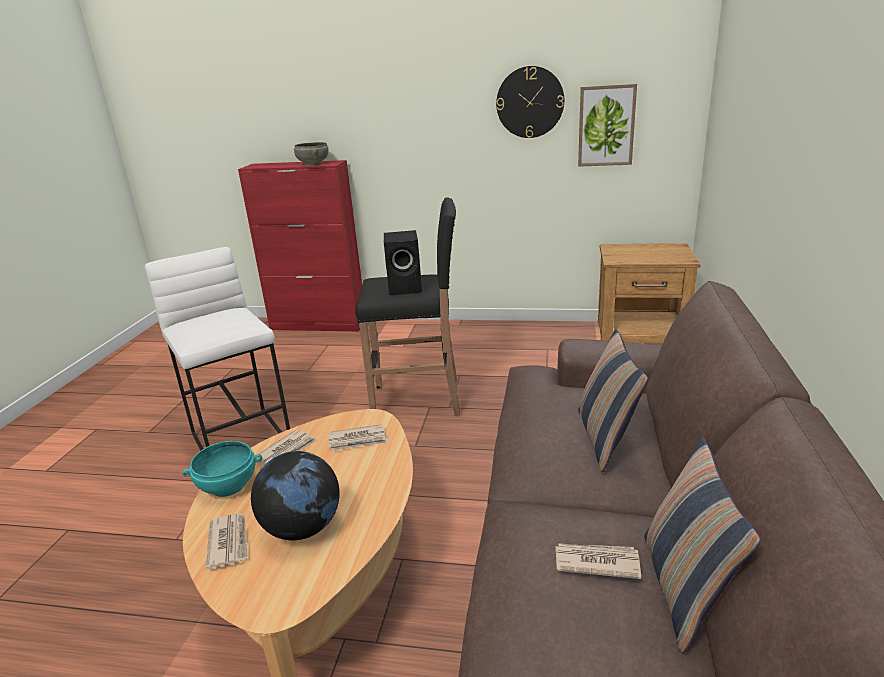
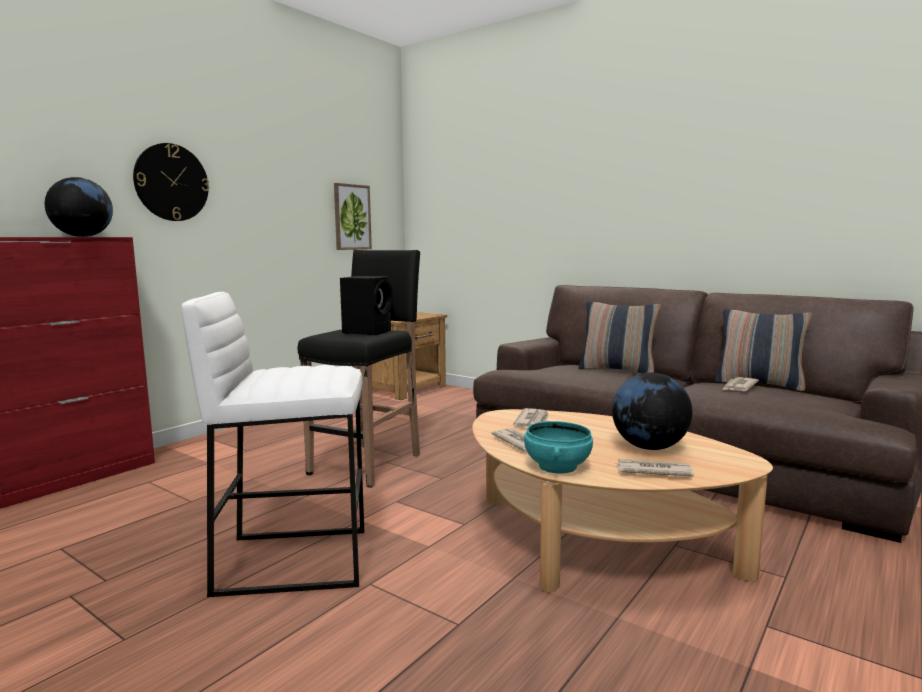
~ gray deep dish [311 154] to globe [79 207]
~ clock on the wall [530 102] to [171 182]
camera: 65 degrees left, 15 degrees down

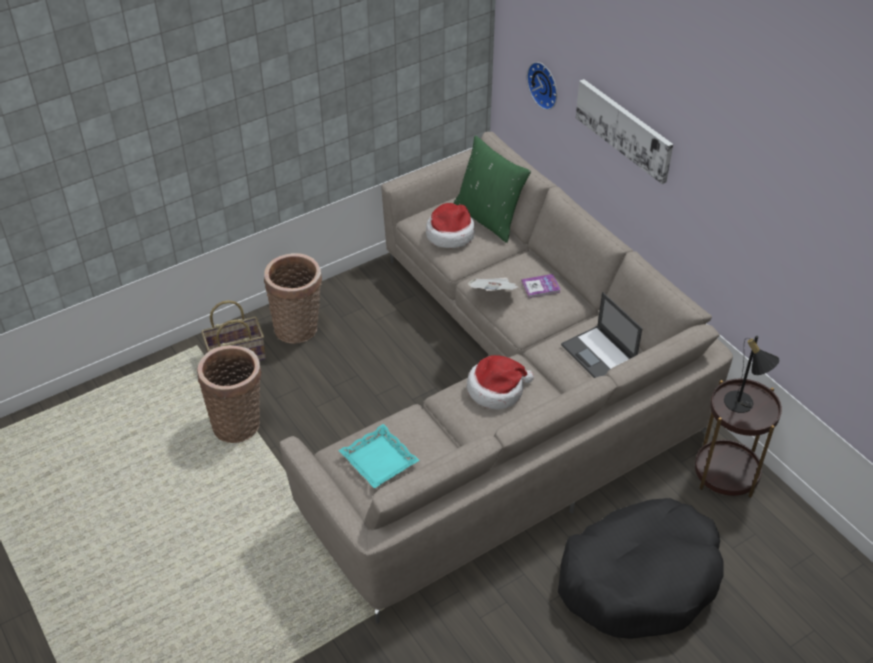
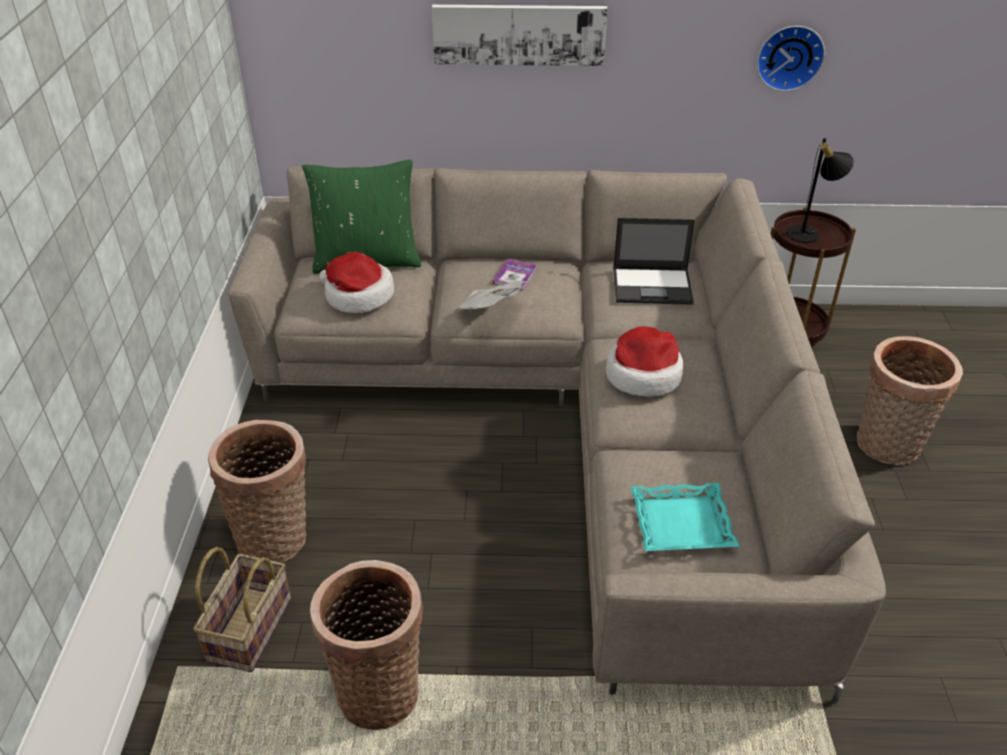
~ clock on the wall [542 86] to [791 58]
~ black pet bed [640 568] to household basket [909 400]
camera: 55 degrees left, 5 degrees down

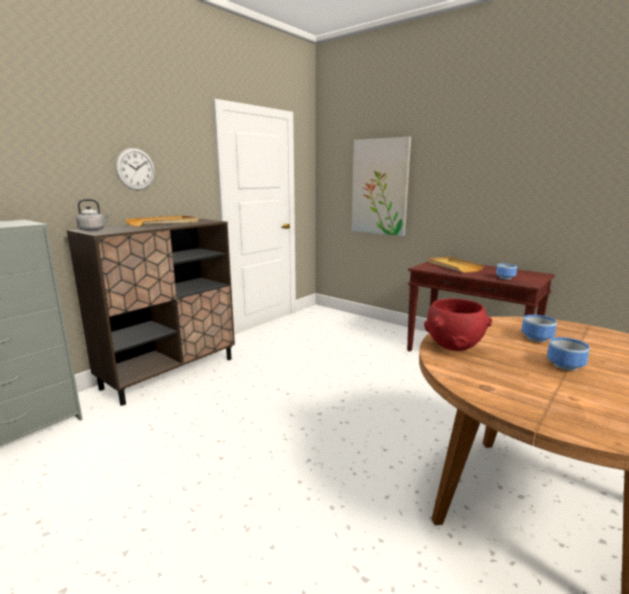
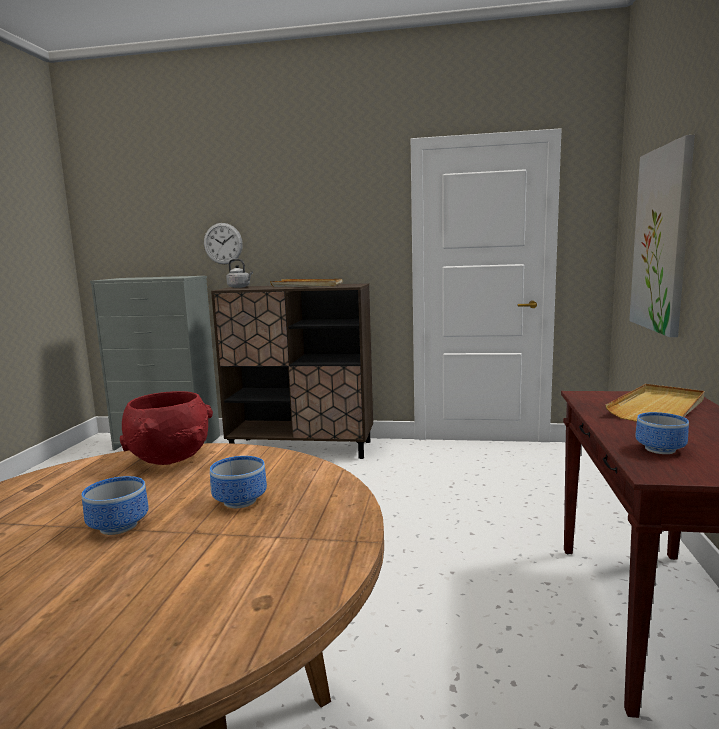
~ clock on the wall [135 169] to [223 243]
camera: 60 degrees right, 5 degrees down

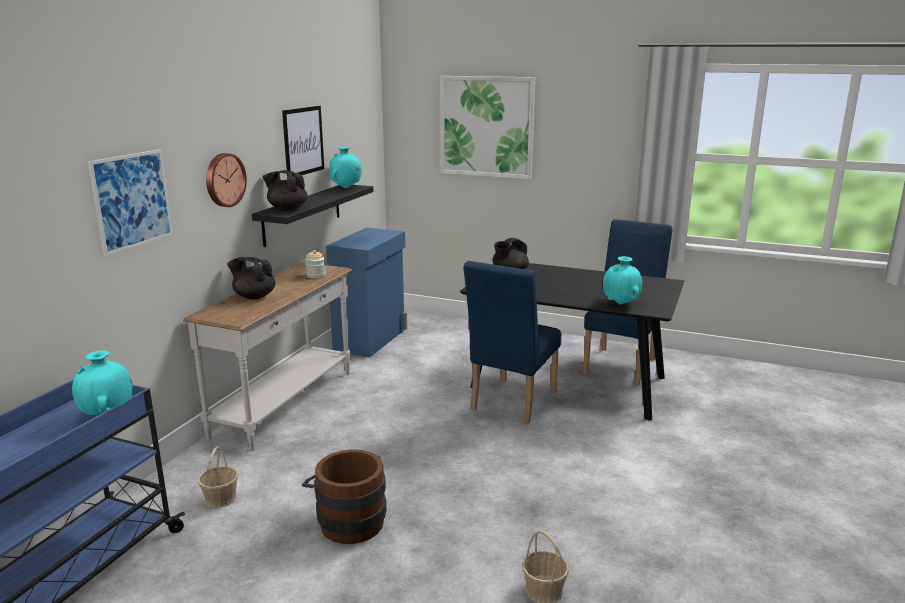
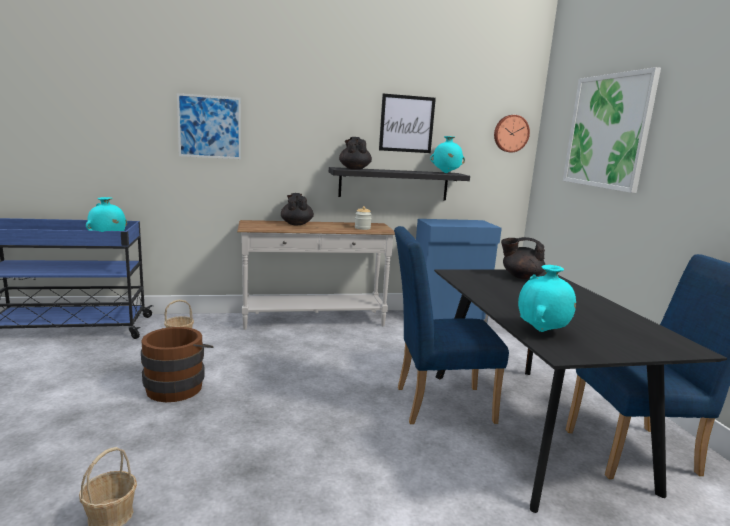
~ clock on the wall [226 180] to [512 133]
camera: 55 degrees right, 5 degrees down

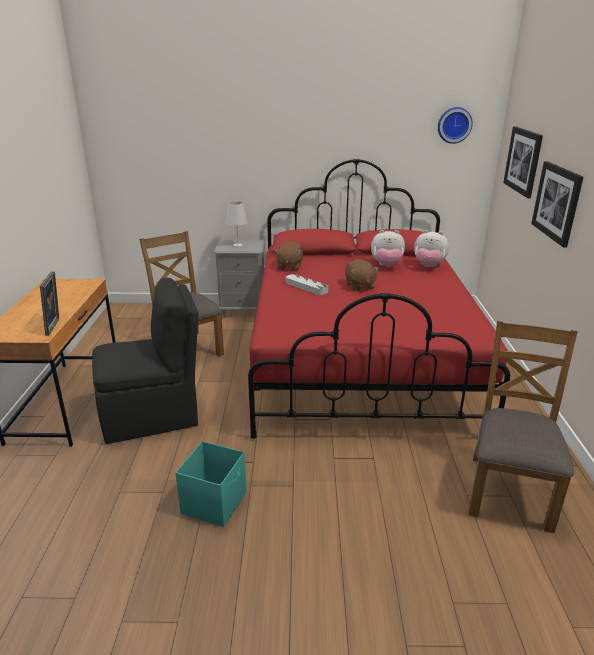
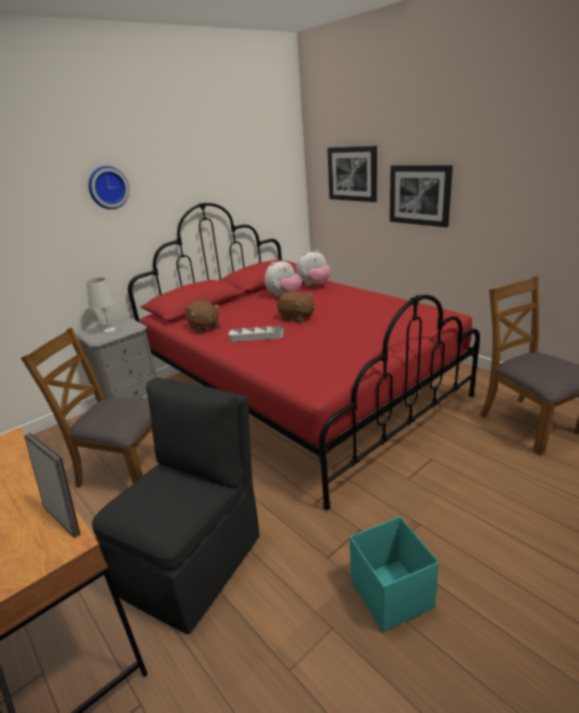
~ clock on the wall [455 125] to [108 187]
camera: 40 degrees left, 0 degrees up

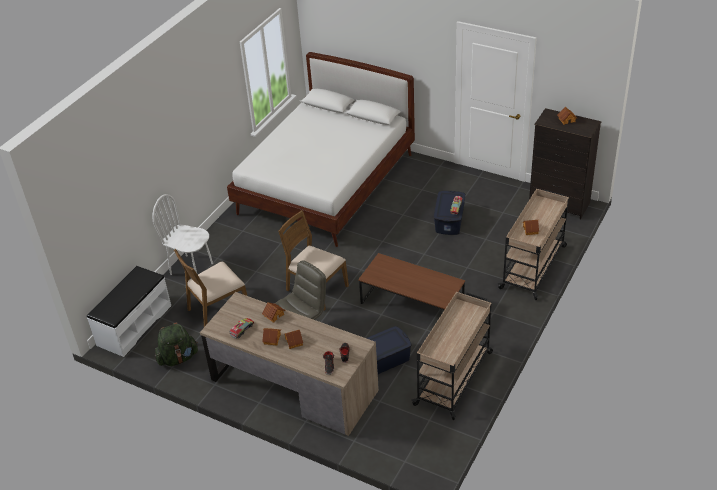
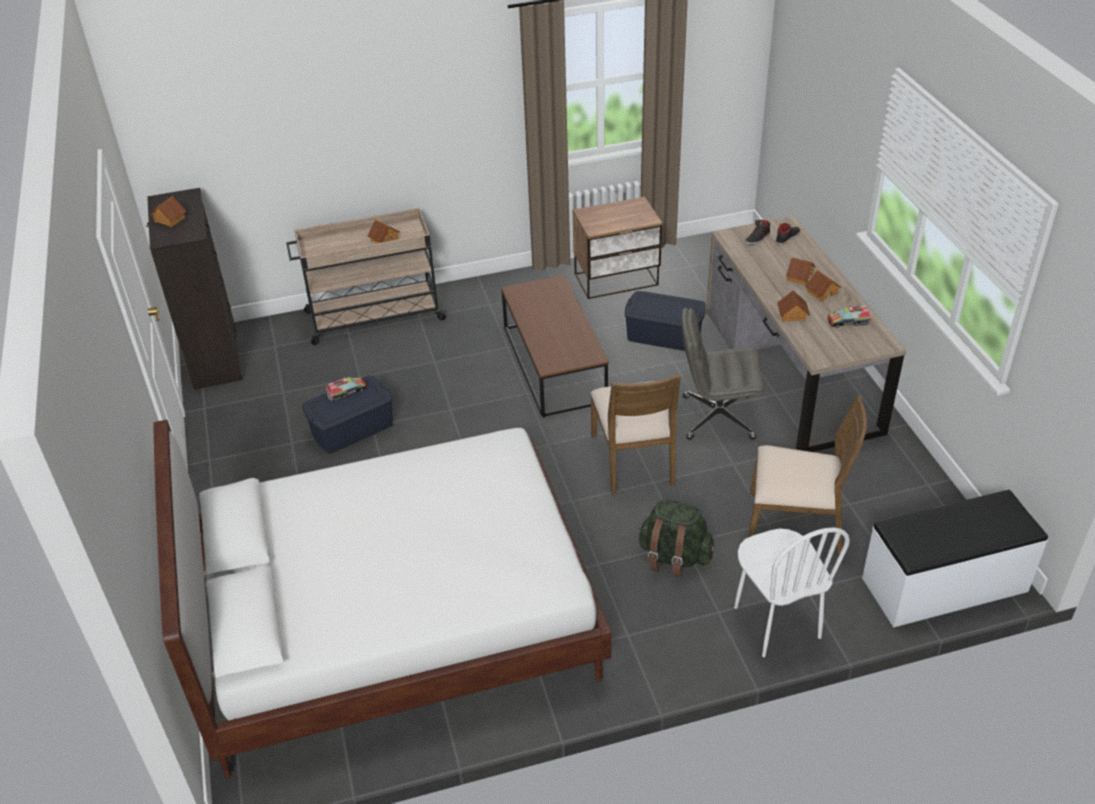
~ green backpack [176 344] to [676 538]
~ beige cart [452 356] to nightstand [617 248]
camera: 135 degrees left, 0 degrees up

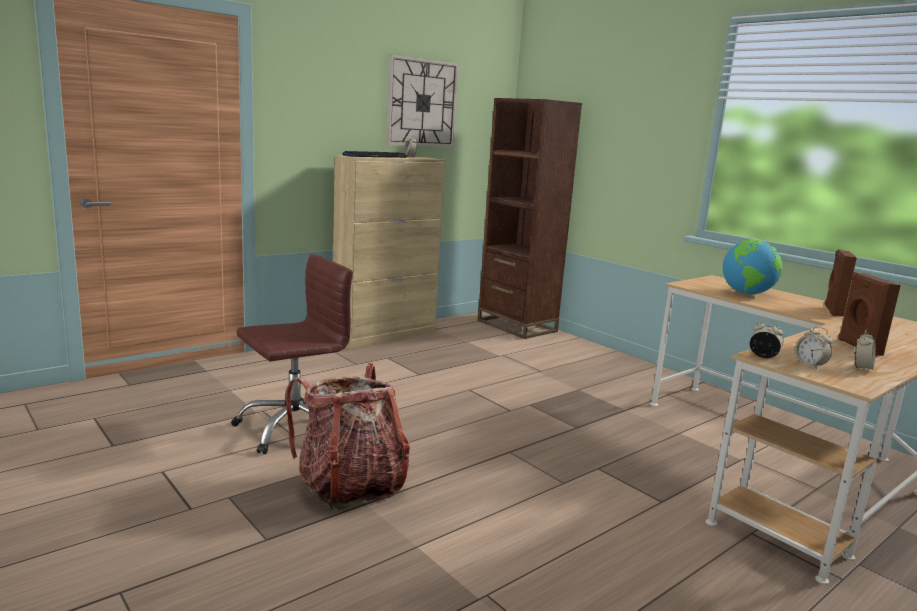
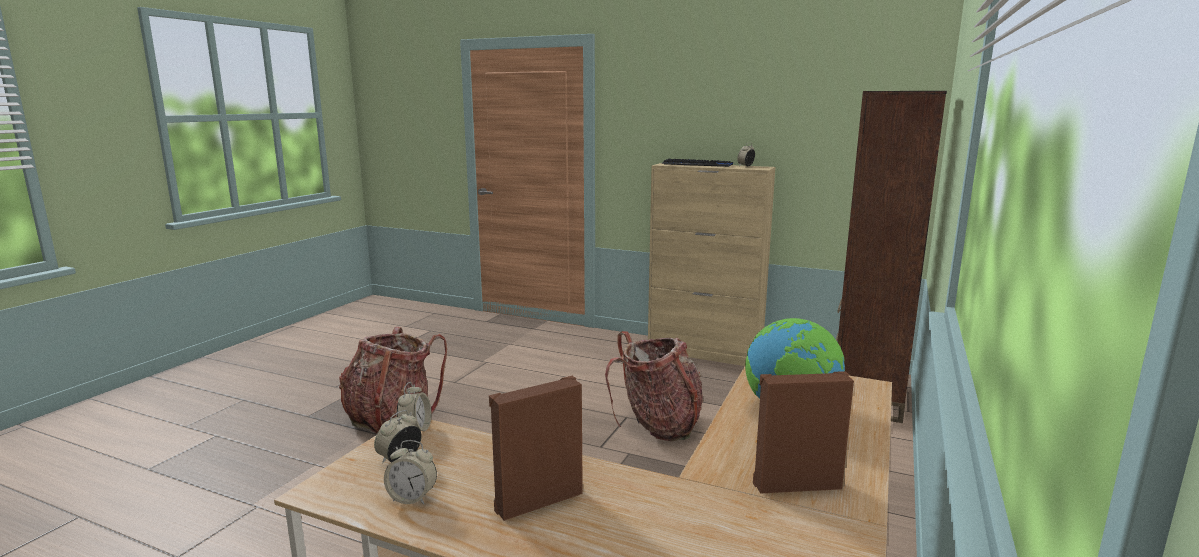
- brown-coloured desk chair [292 354]
- clock on the wall [422 100]
+ backpack [654 386]
camera: 65 degrees right, 0 degrees up

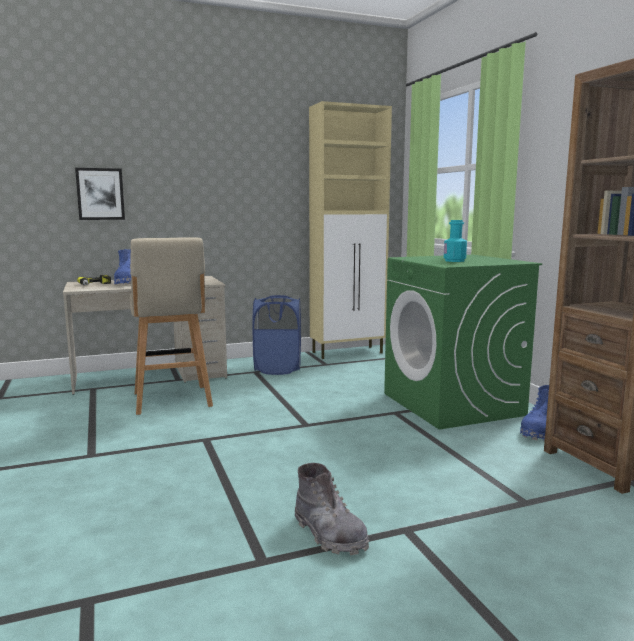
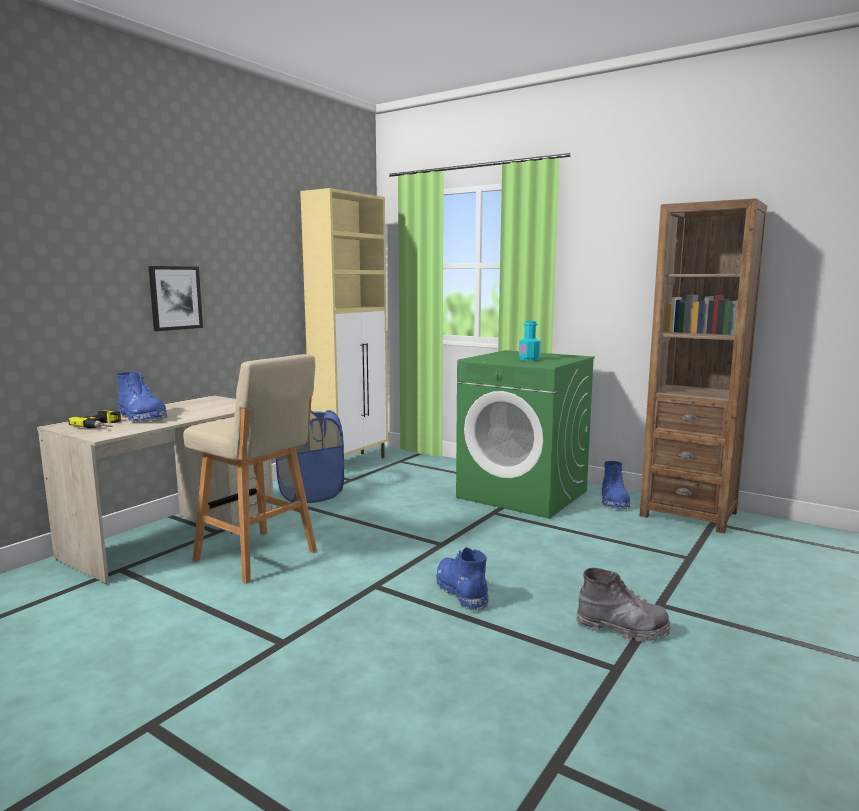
~ wall picture [100 194] to [175 298]
+ blue boot [462 579]
camera: 35 degrees left, 0 degrees up

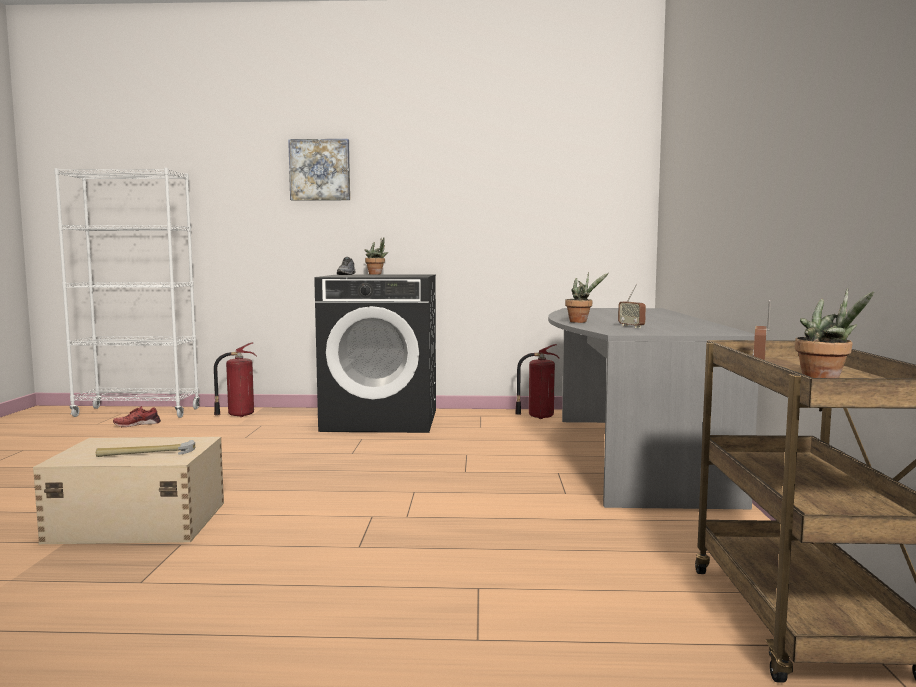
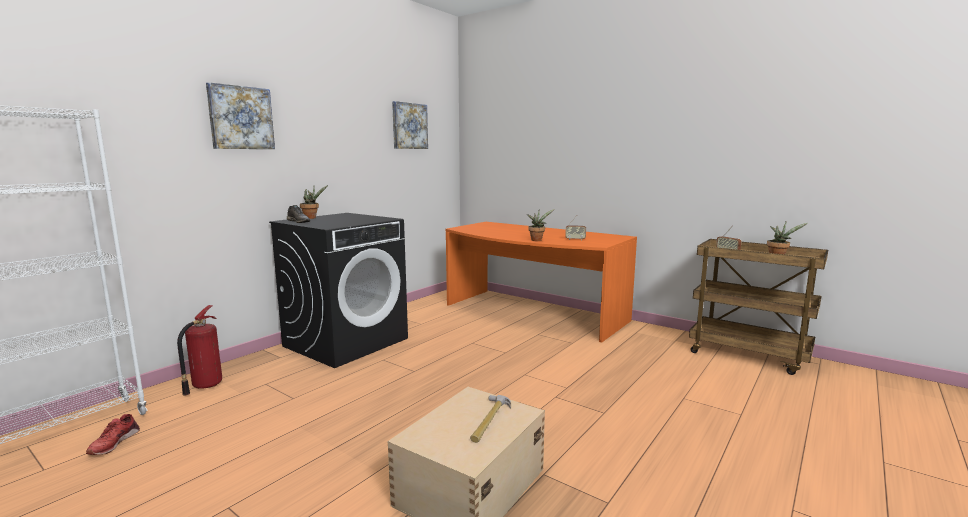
- fire-fighting cylinder [537 381]
~ gray desk unit [653 408] to orange desk unit [541 282]
+ wall picture [410 125]
camera: 55 degrees left, 5 degrees up

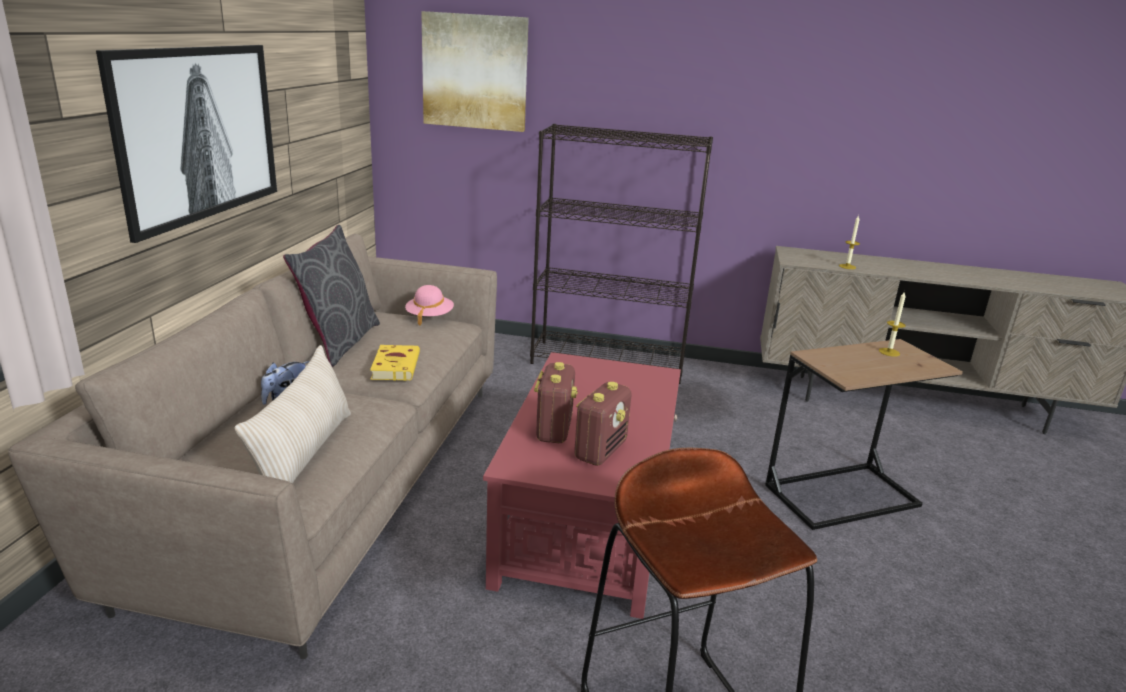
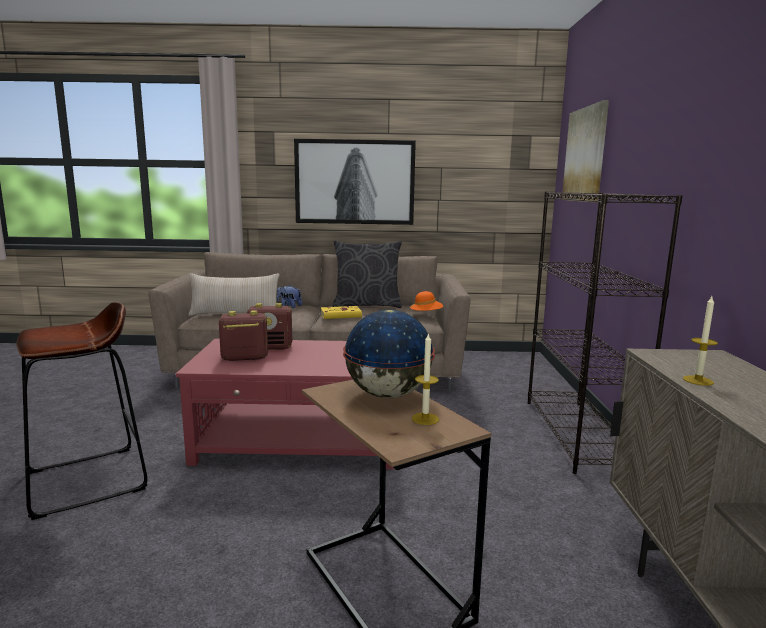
~ pinkish hat [429 305] to orange hat [426 302]
~ radio [603 424] = [243 335] 150 degrees clockwise
+ globe [389 354]
camera: 80 degrees right, 10 degrees down

